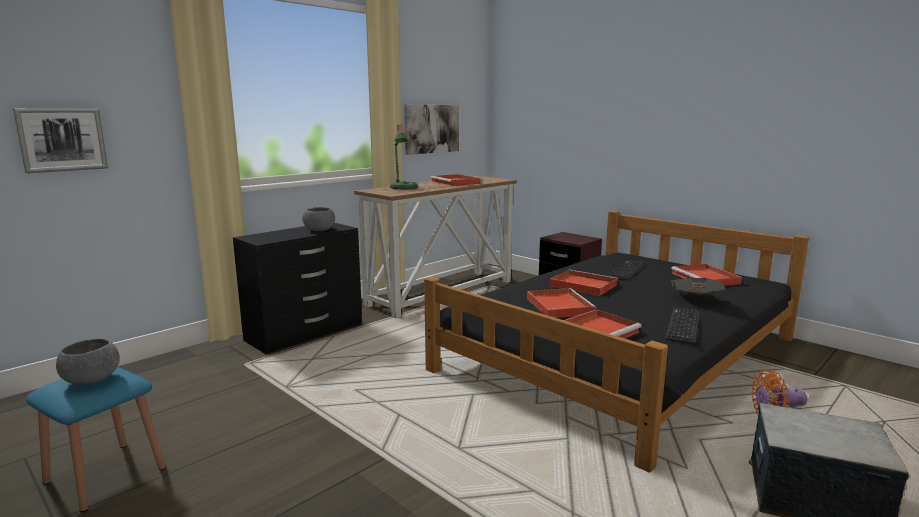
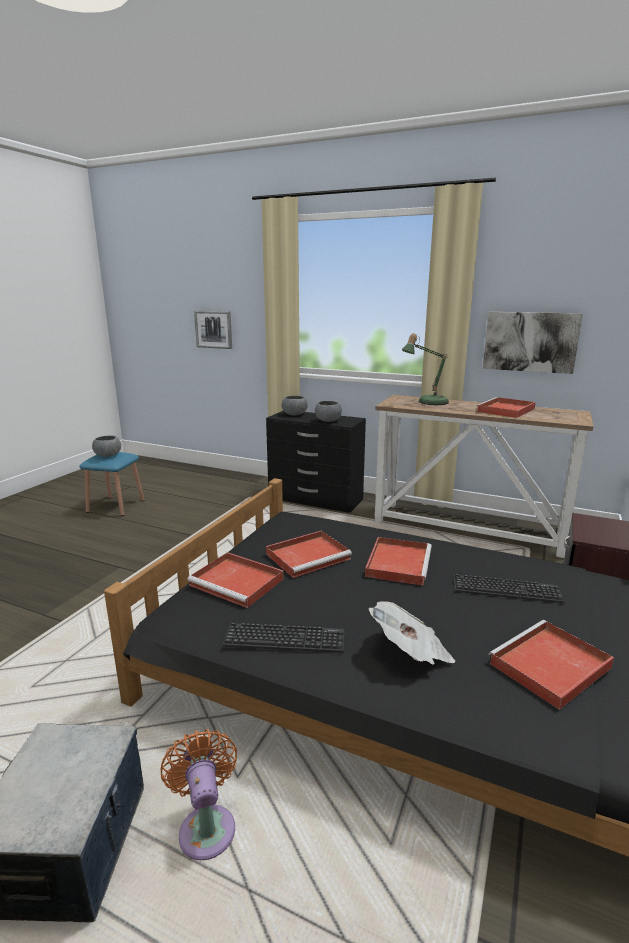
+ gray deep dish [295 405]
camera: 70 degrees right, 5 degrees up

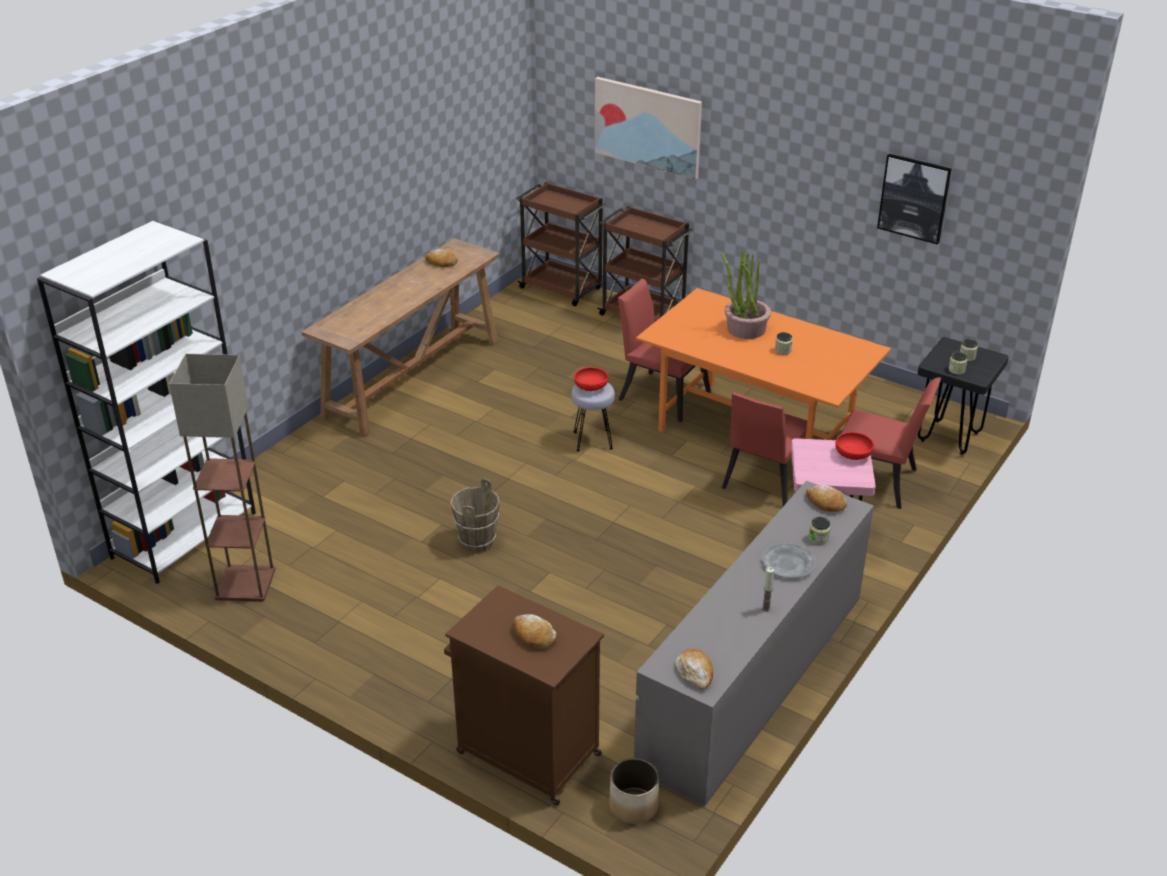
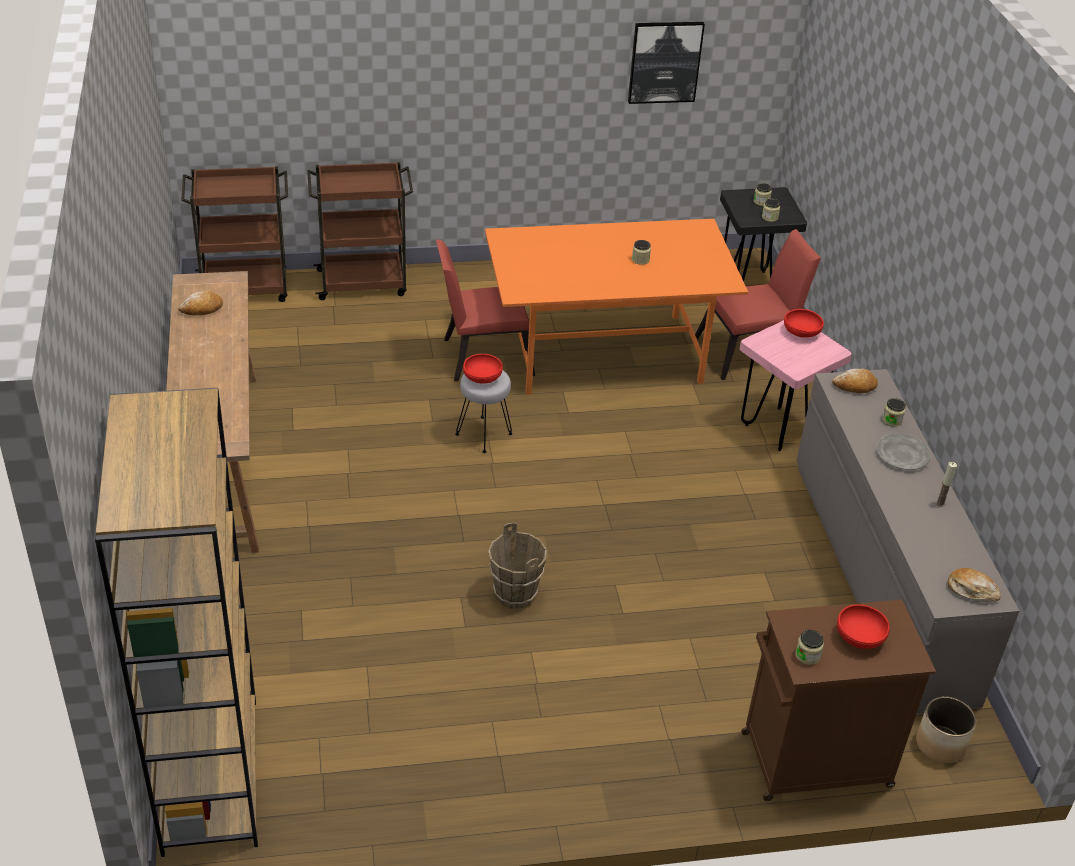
~ white bookshelf [146 402] to brown-coloured bookshelf [176 622]
- standing lamp [222 478]
~ bakery bread [535 631] to red-coloured deep dish [863 626]
- wall picture [648 128]
- plant in a pot [746 295]
- red-coloured chair [764 449]
+ preserve jar [809 647]
camera: 45 degrees left, 5 degrees up

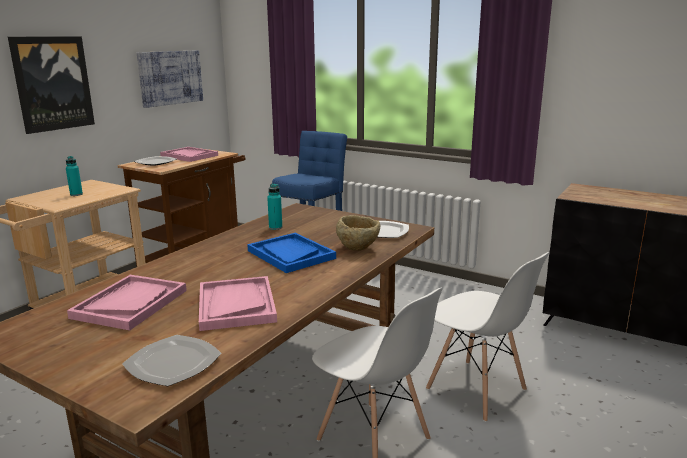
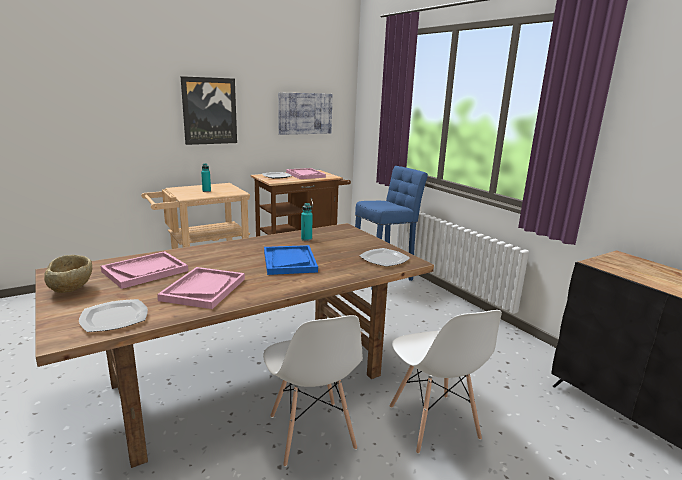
~ beige deep dish [358 233] to [68 274]
camera: 25 degrees right, 0 degrees up

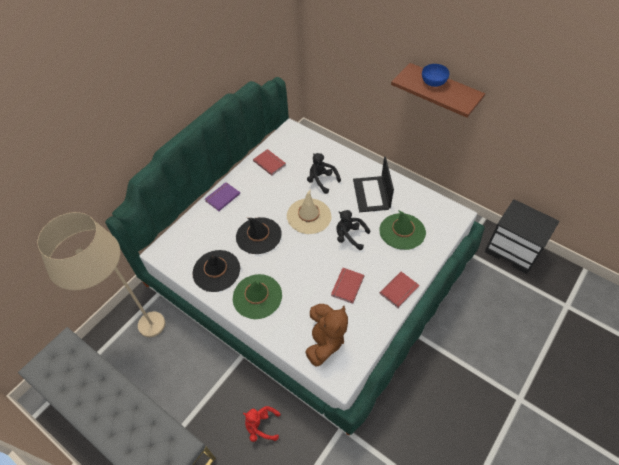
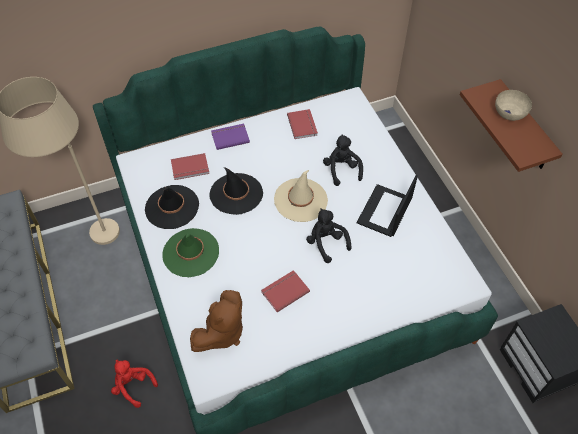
- green hat [403 230]
~ red-coloured volume [399 289] to [190 166]
~ blue deep dish [436 75] to beige deep dish [513 105]
camera: 30 degrees right, 0 degrees up

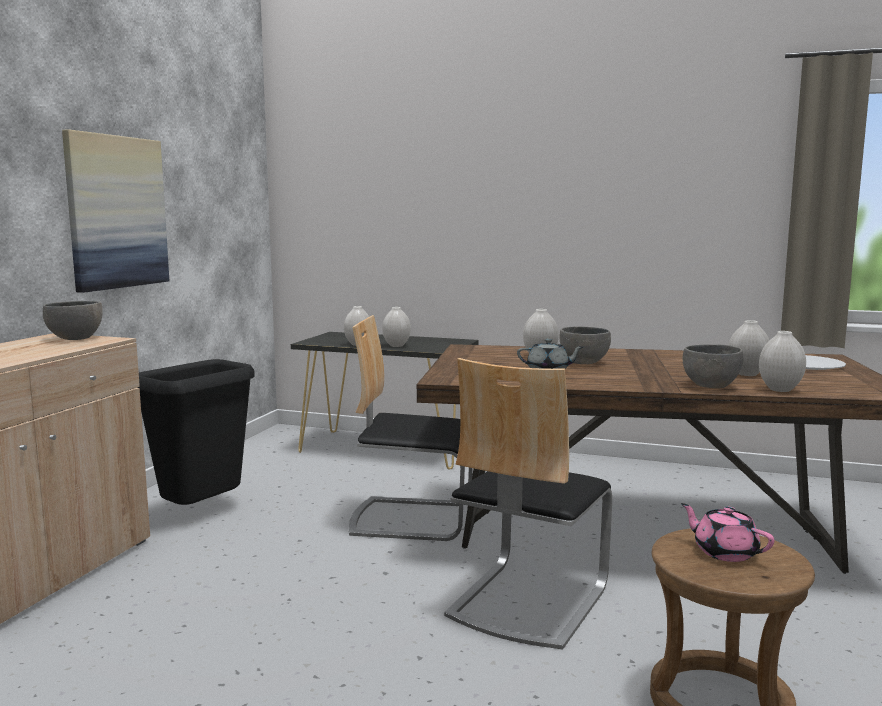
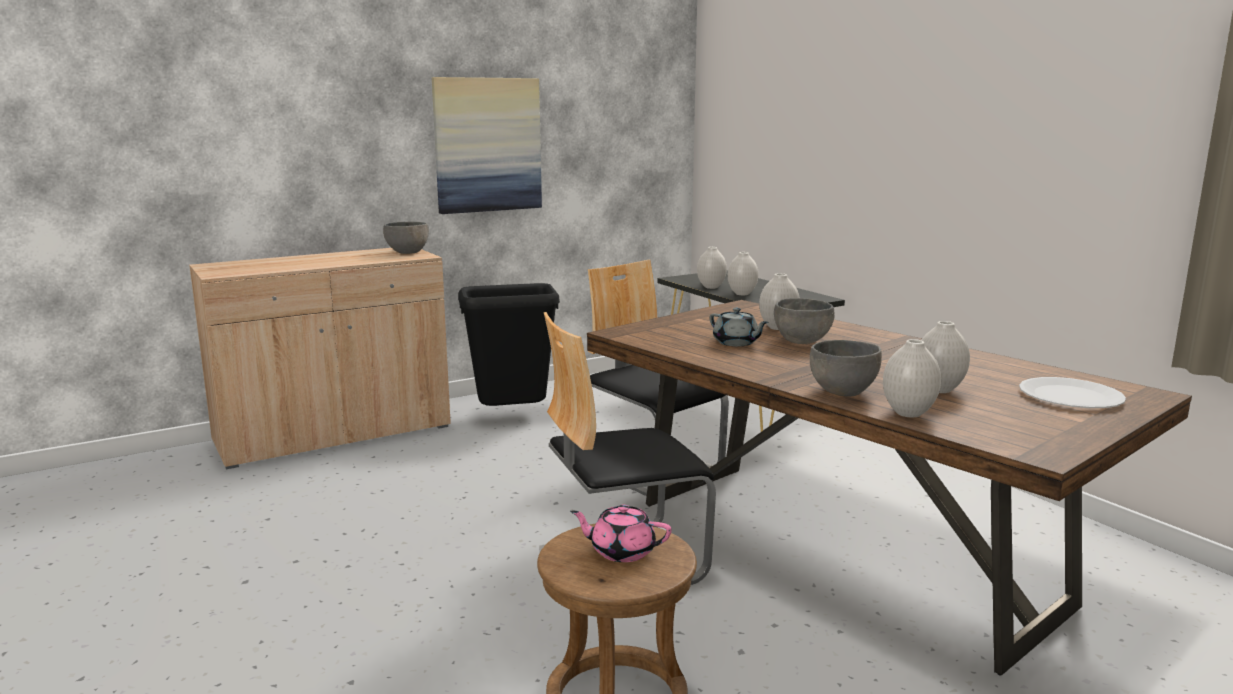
~ pinkish tea pot [727 532] = [620 533] 75 degrees counterclockwise
camera: 40 degrees right, 5 degrees up

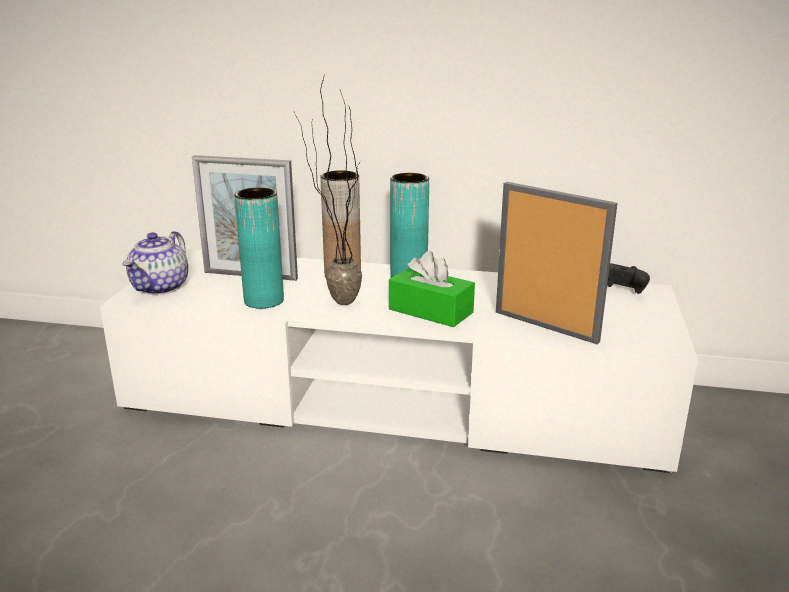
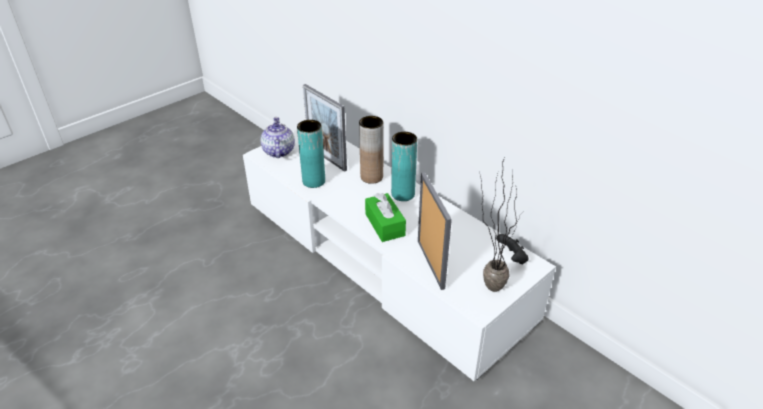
~ tea pot [155 263] = [278 137] 120 degrees clockwise
~ plant in a pot [328 191] to [501 225]
camera: 35 degrees right, 15 degrees up

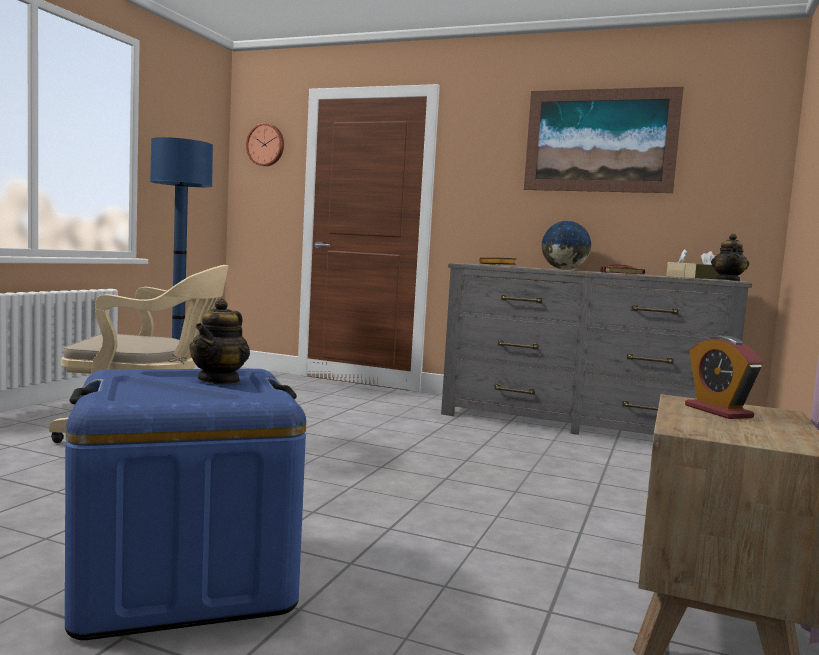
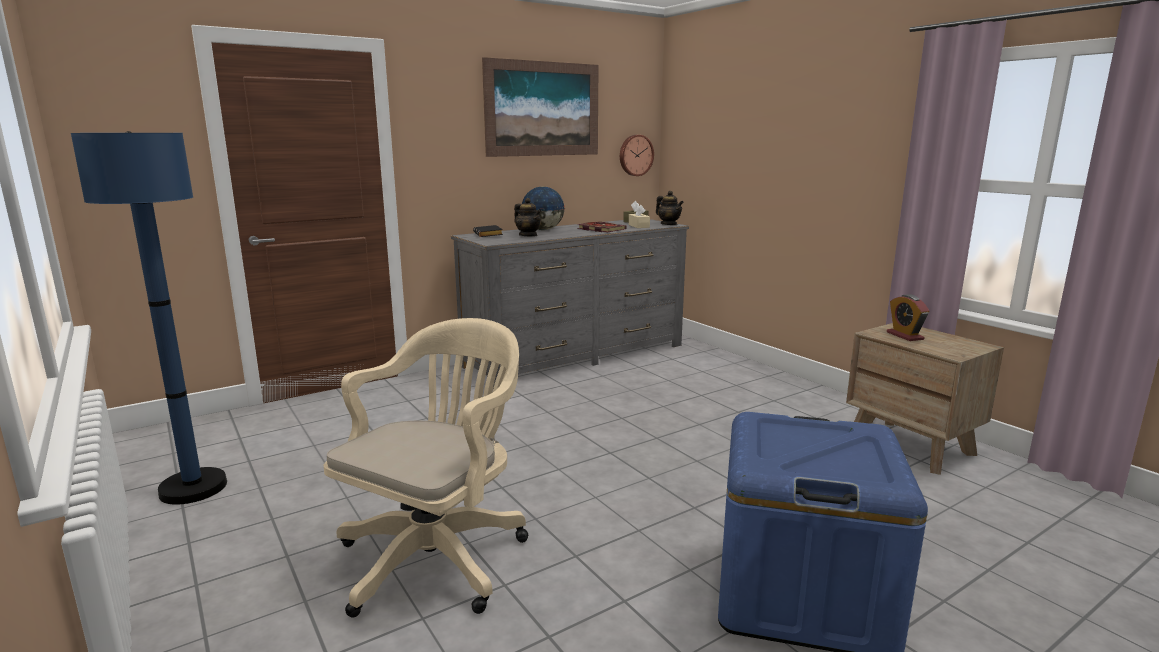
~ tea pot [219 341] to [528 217]
~ clock on the wall [265 144] to [637 155]
~ bedside clock [724 377] = [908 317] 60 degrees clockwise
camera: 55 degrees left, 10 degrees up

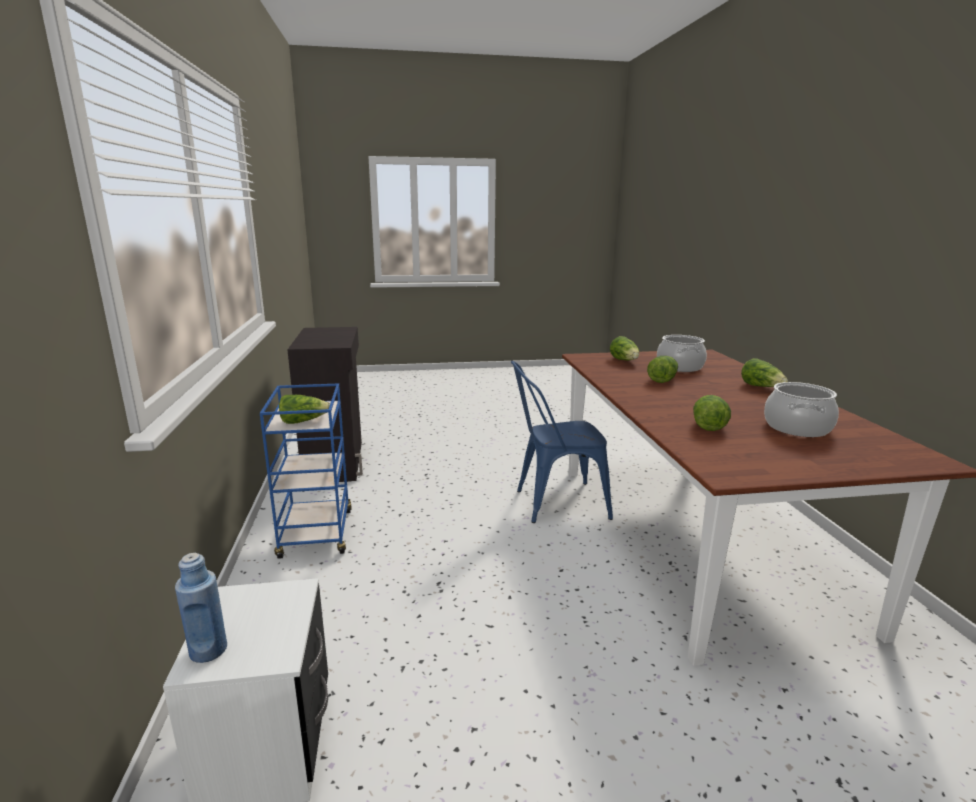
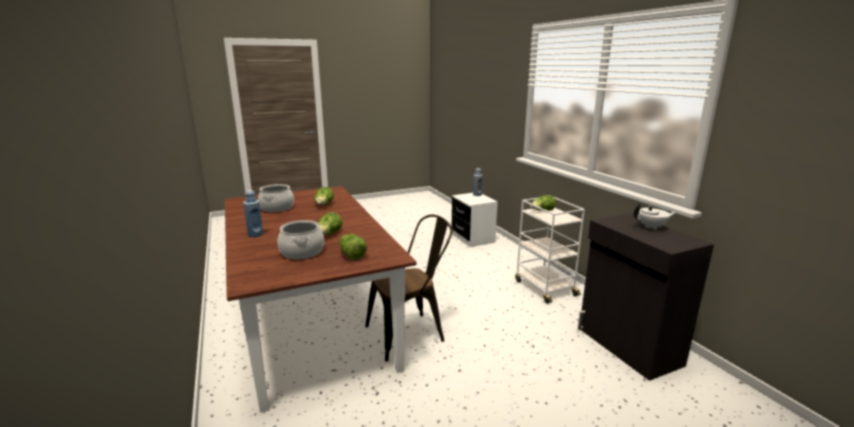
~ blue cart [306 471] to white cart [550 250]
~ blue chair [562 442] to brown-coloured chair [409 288]
~ lettuce head [764 372] to blue drink bottle [253 213]
+ white tea pot [655 216]
camera: 165 degrees right, 0 degrees up

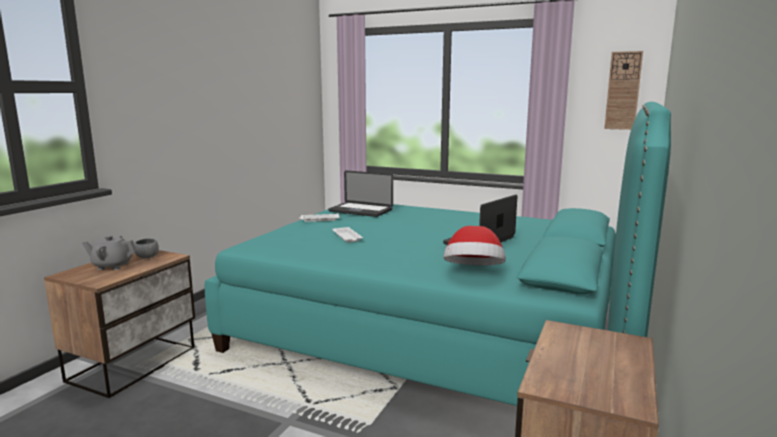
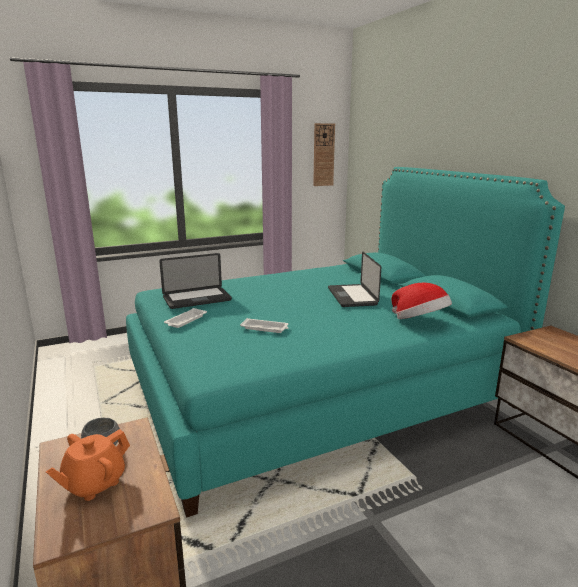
~ gray tea pot [109 252] to orange tea pot [88 465]
camera: 50 degrees left, 5 degrees up

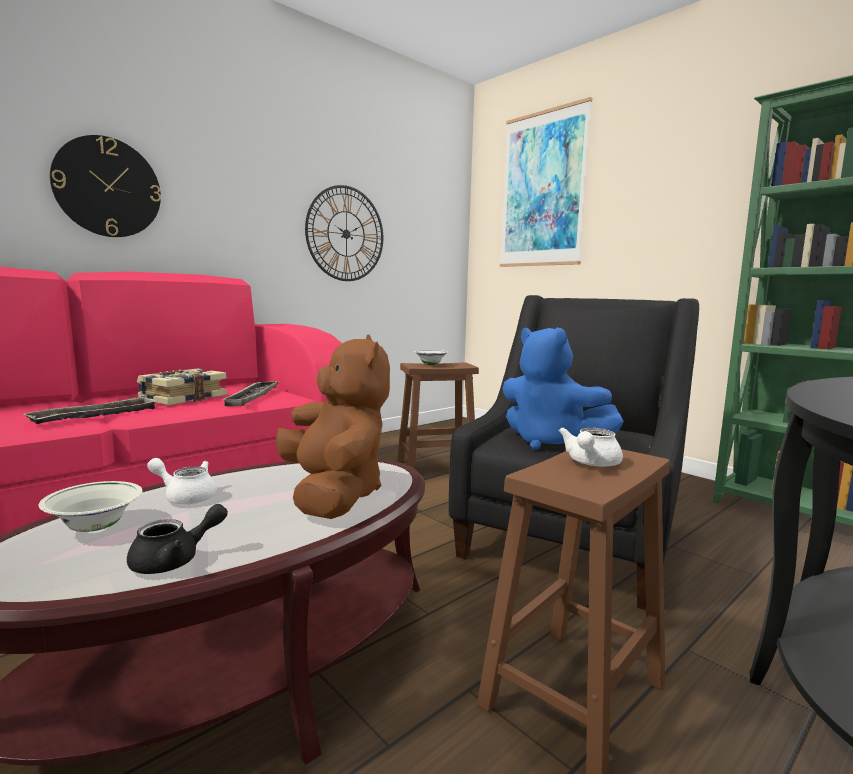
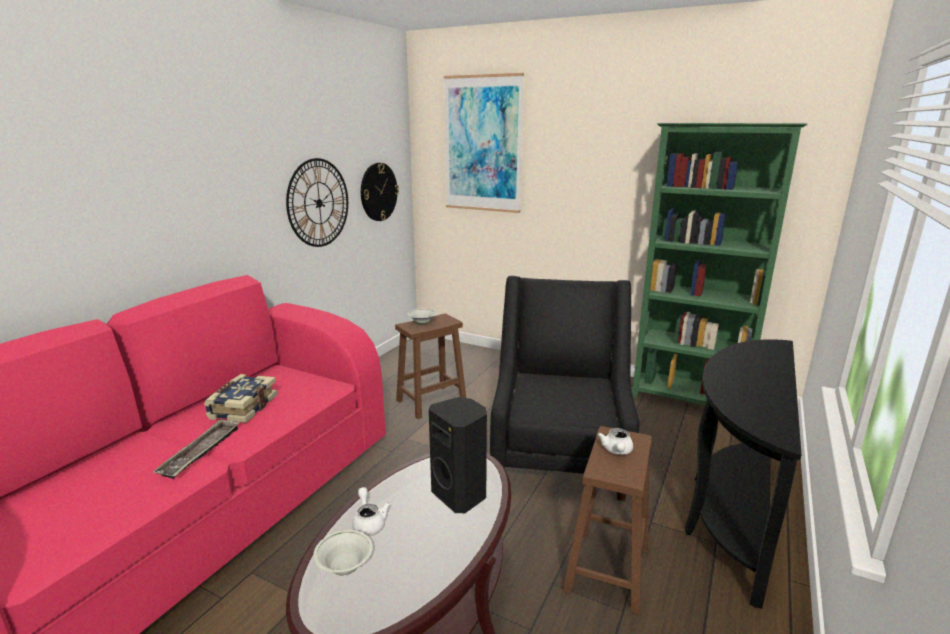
~ clock on the wall [105 186] to [380 191]
- black tea pot [177 539]
~ white tea pot [182 481] = [371 511] 75 degrees clockwise
- carrying tray [250 394]
~ brown-coloured cuddly toy [333 426] to black loudspeaker [458 455]
- blue cuddly toy [563 388]
camera: 20 degrees left, 10 degrees up

